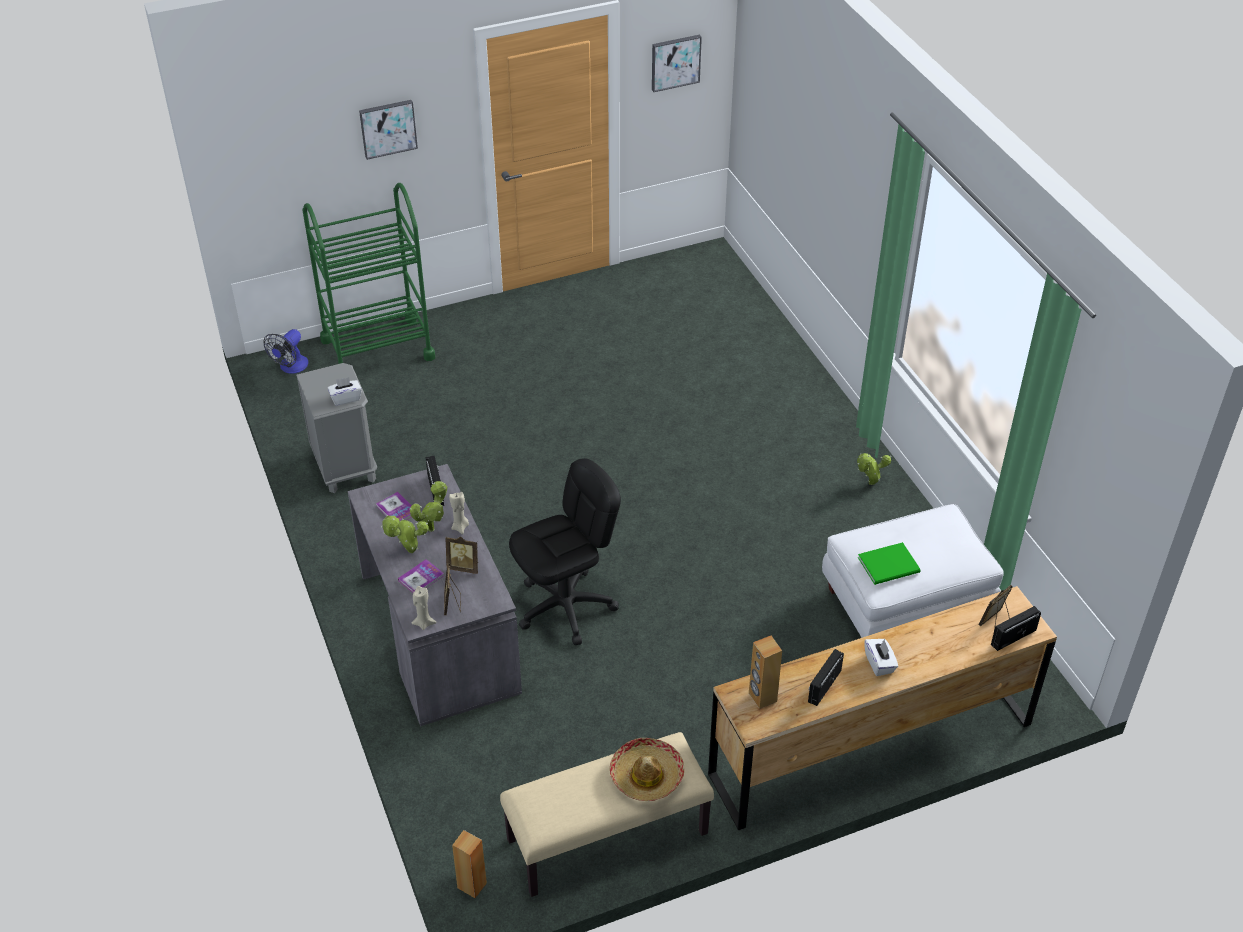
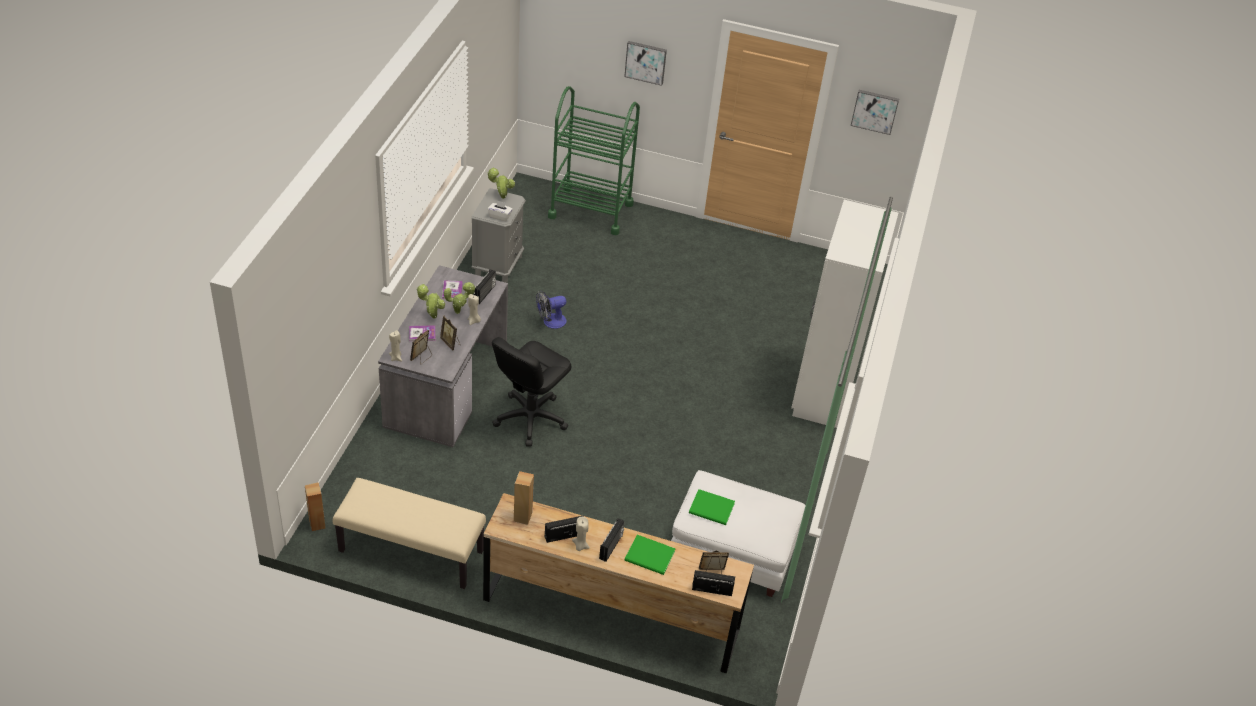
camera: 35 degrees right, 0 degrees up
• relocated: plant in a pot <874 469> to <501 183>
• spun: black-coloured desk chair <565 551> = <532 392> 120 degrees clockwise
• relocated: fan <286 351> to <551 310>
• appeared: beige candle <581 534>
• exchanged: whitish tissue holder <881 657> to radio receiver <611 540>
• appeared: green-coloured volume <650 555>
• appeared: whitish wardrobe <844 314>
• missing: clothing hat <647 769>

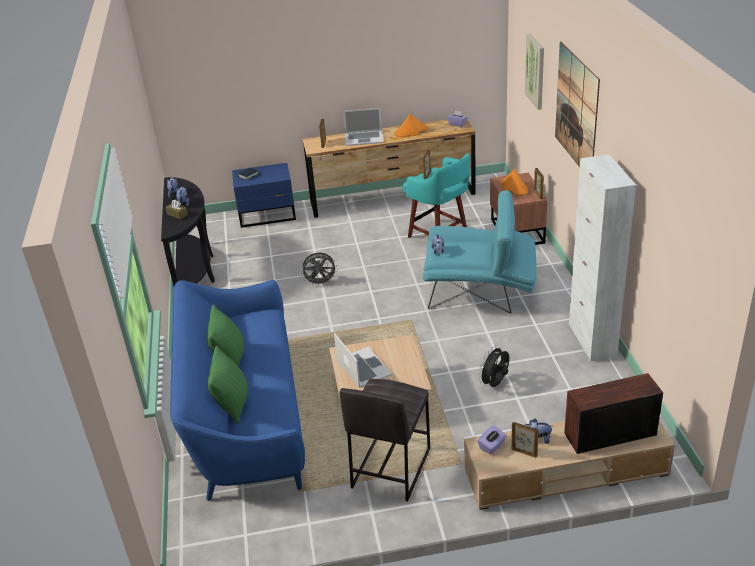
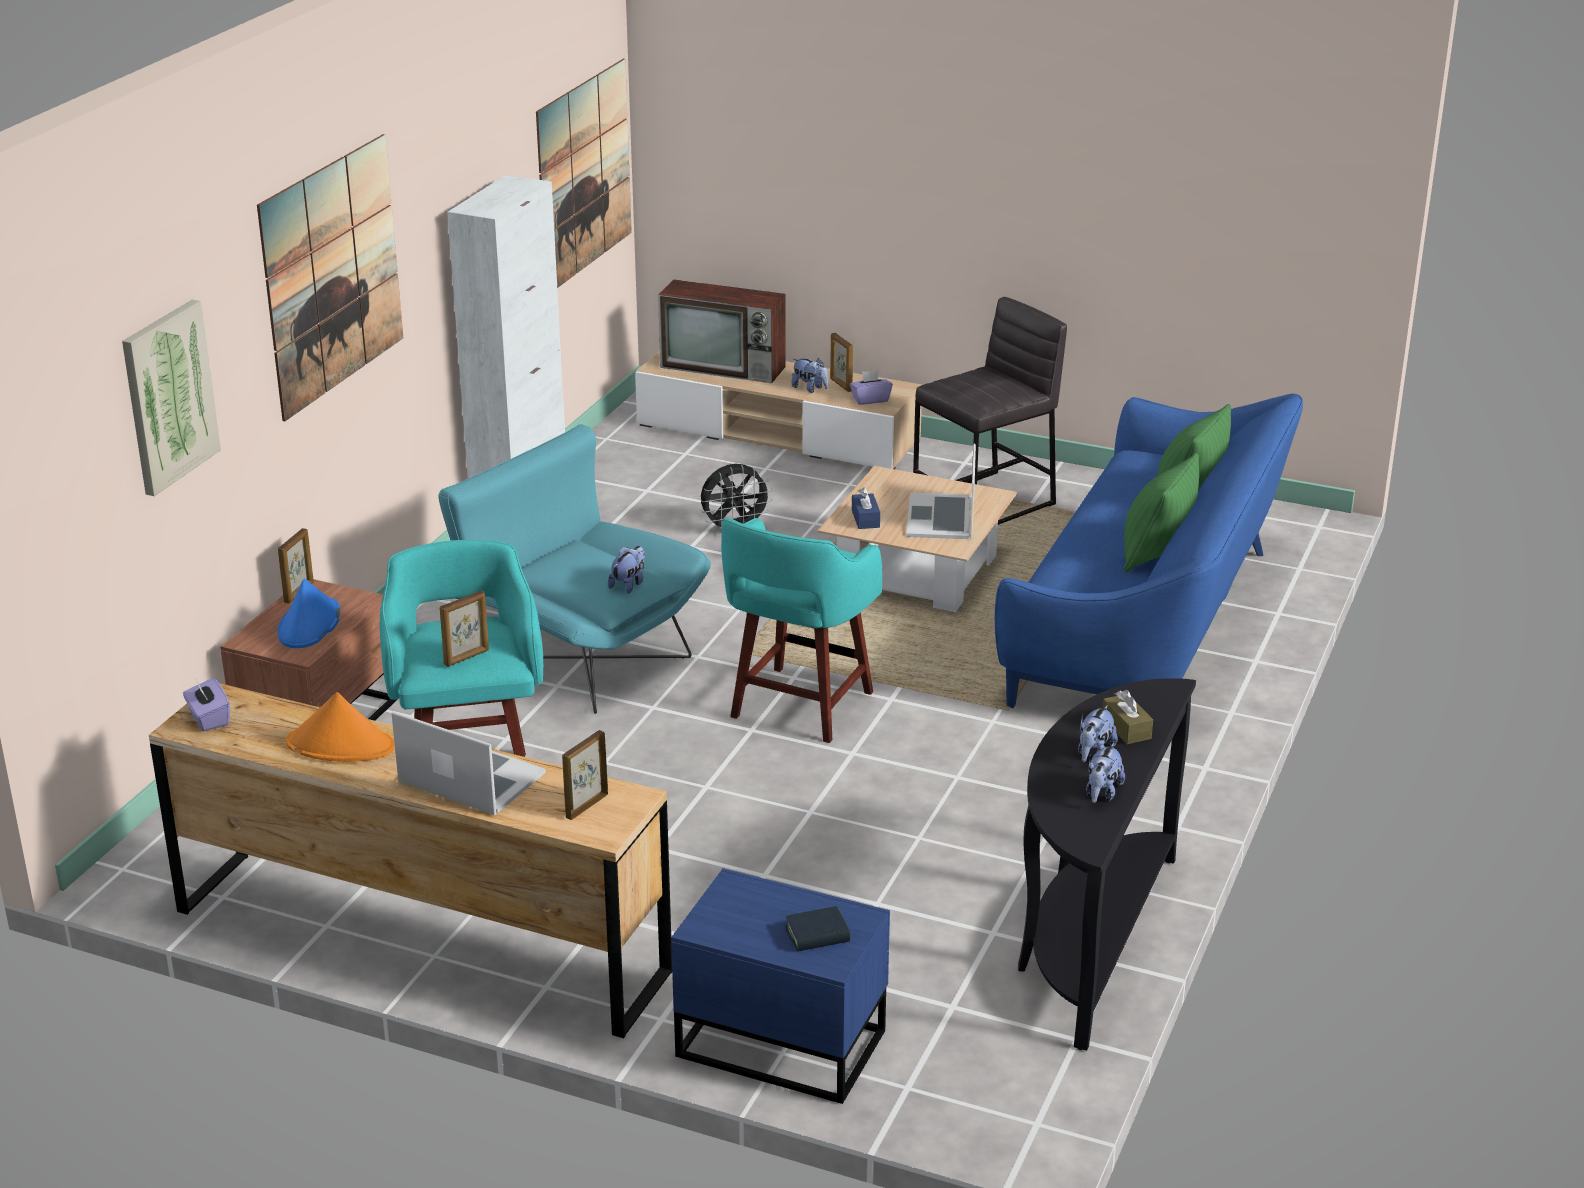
camera: 150 degrees left, 5 degrees down
• colour: orange clothing hat <514 182> to bluish clothing hat <309 613>
• appeared: wall art <584 173>
• appeared: turquoise-coloured stool seat <801 630>
• appeared: bluish tissue holder <866 508>
• missing: greyish fan <319 269>

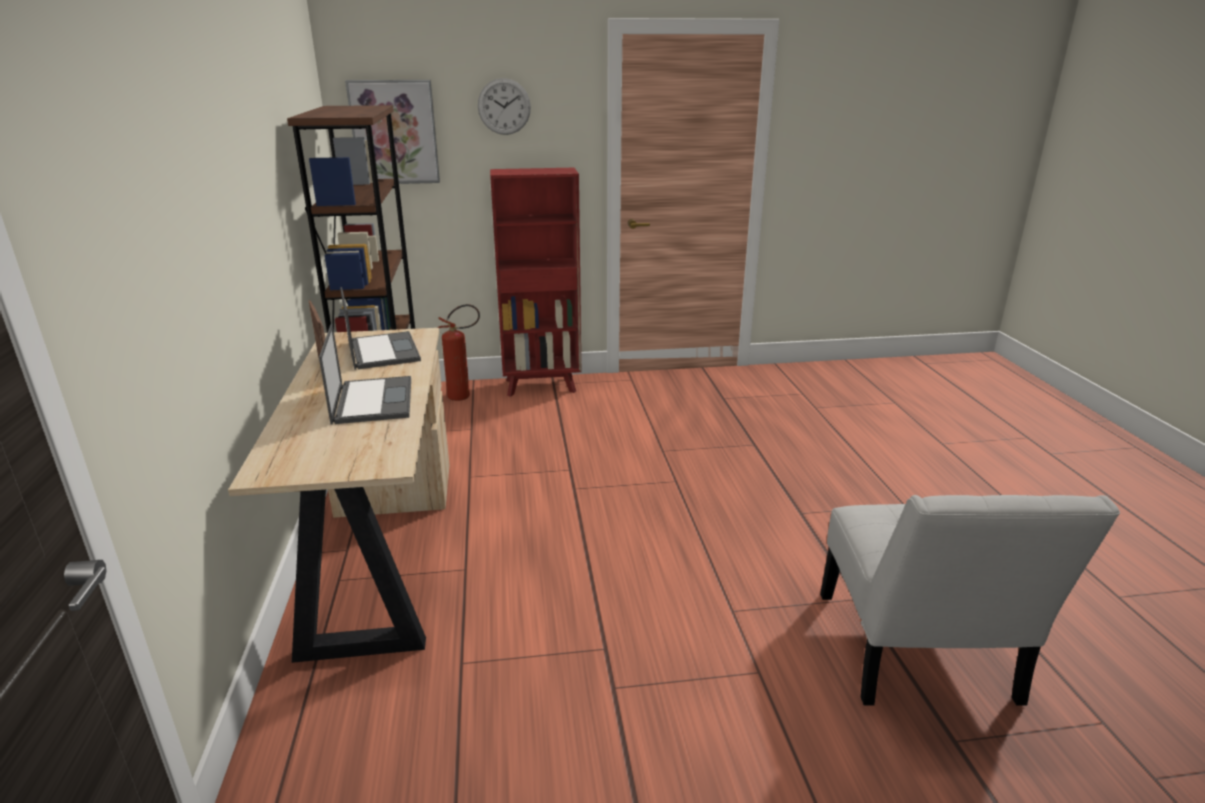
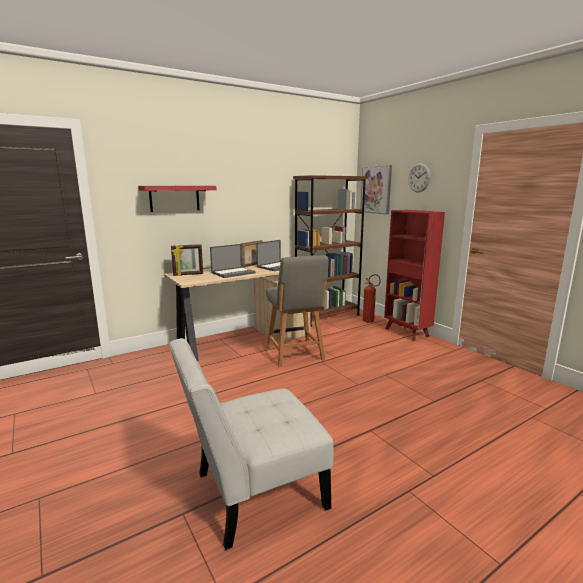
camera: 65 degrees right, 10 degrees down
• appeared: reddish bracket shelf <177 199>
• appeared: photo frame <187 260>
• appeared: greyish upright chair <297 311>

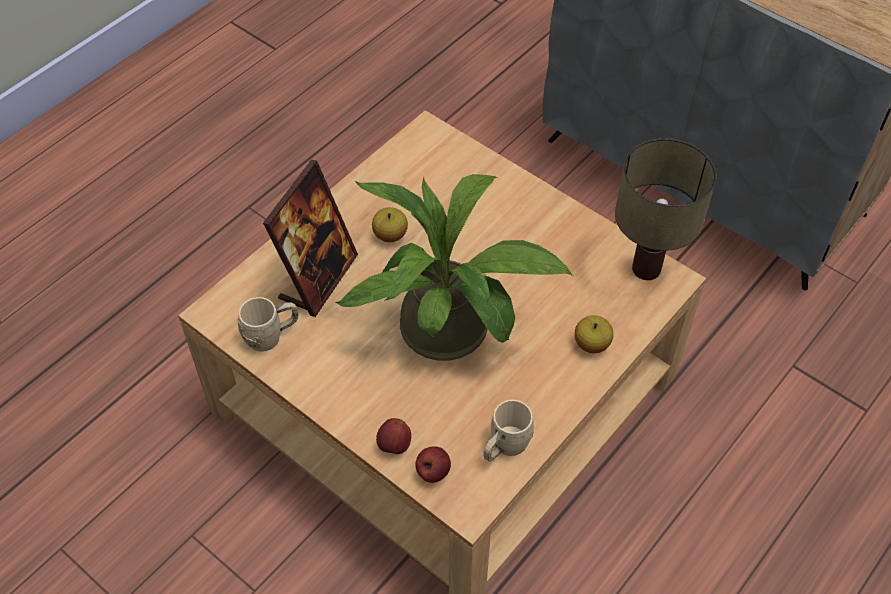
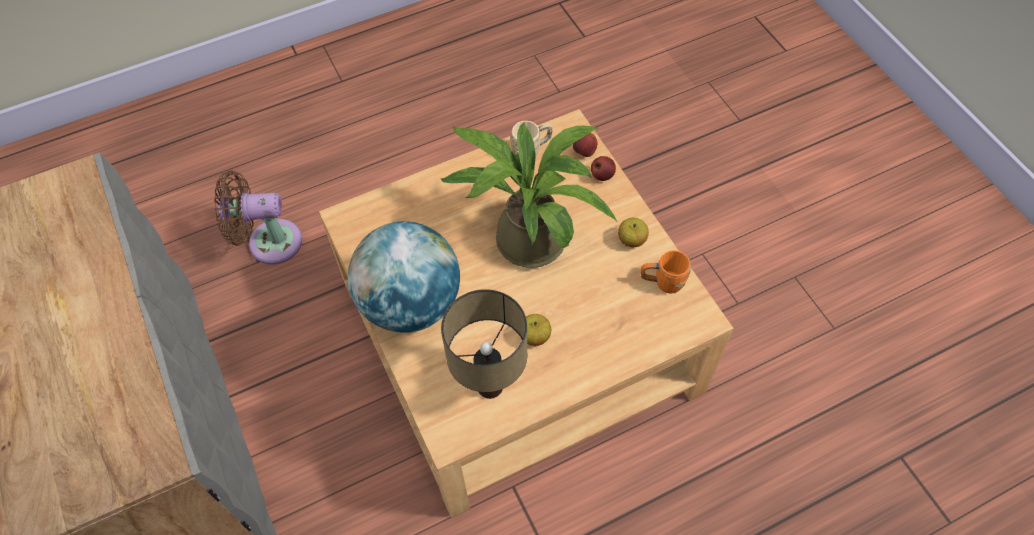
camera: 155 degrees left, 5 degrees up
• appeared: brownish fan <258 217>
• appeared: world globe <404 277>
• relocated: table lamp <665 209> to <484 344>
• relocated: apple fruit <594 334> to <633 232>
• colour: beige tea mug <268 324> to orange tea mug <666 272>
• missing: photo frame <310 238>

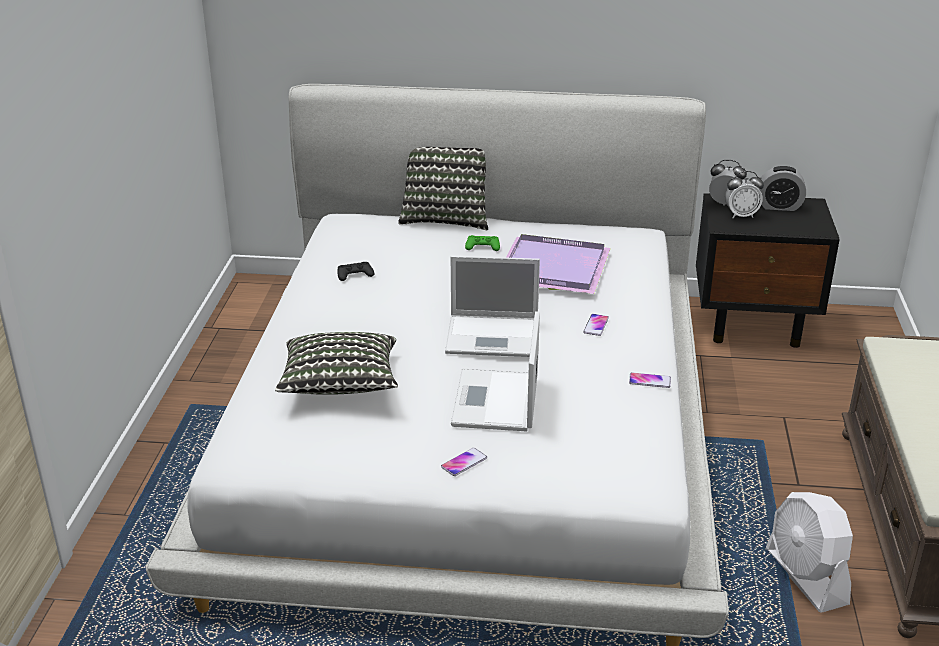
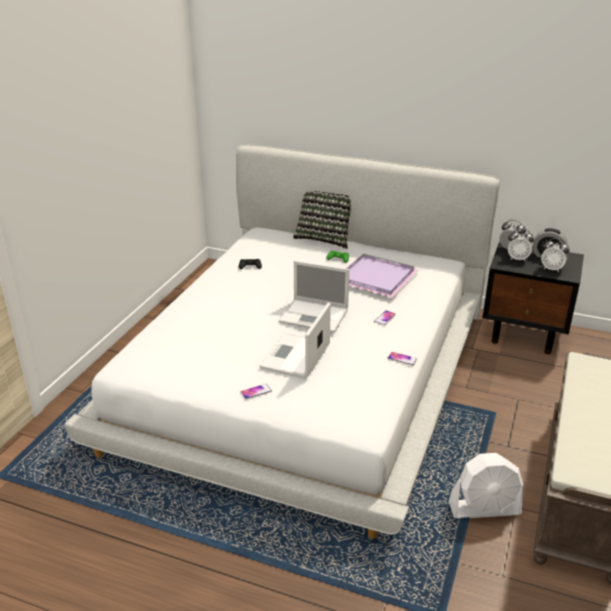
camera: 15 degrees right, 0 degrees up
• spun: whitish fan <809 552> = <486 485> 90 degrees counterclockwise
• appeared: bedside clock <555 255>
• missing: throw pillow <336 363>

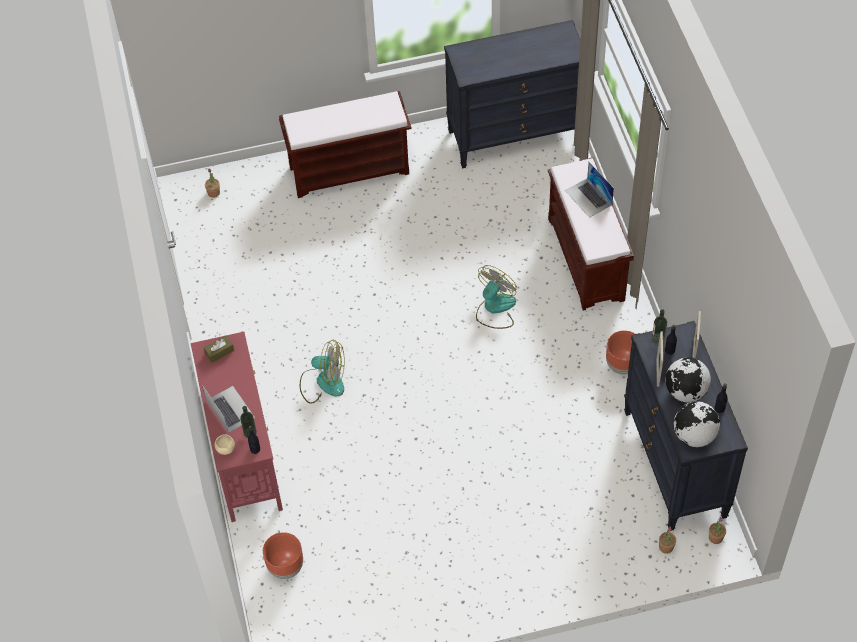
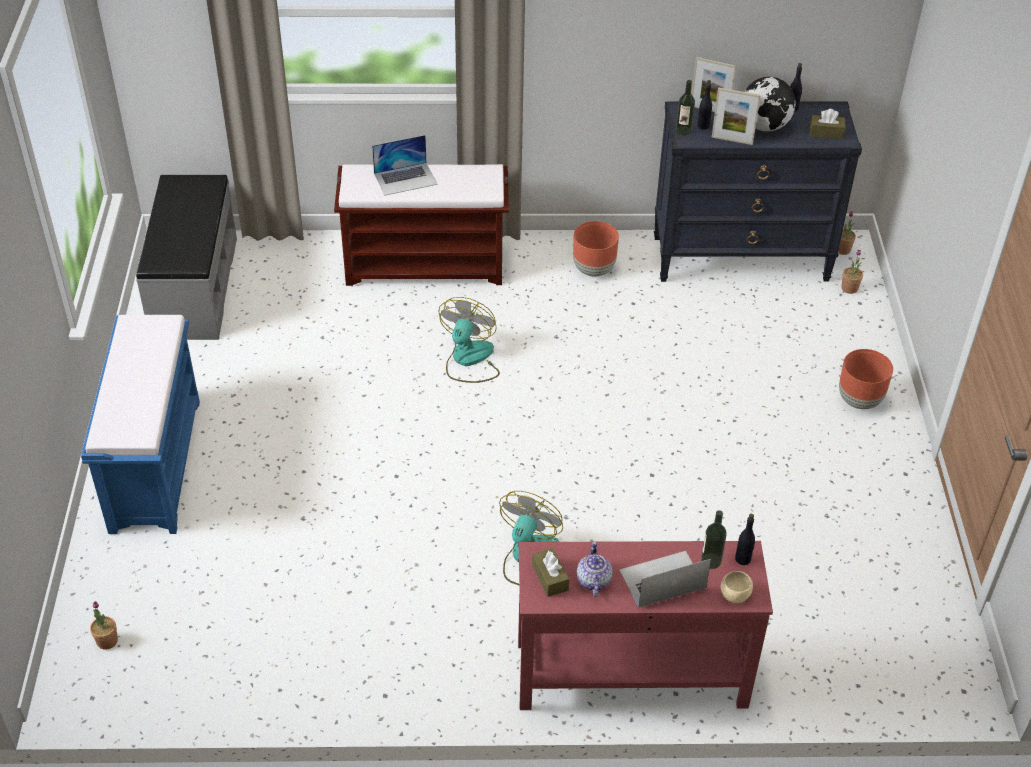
camera: 80 degrees left, 10 degrees down
• colour: brownish bench <345 144> to bluish bench <140 424>
• exchanged: black-coloured drawer chest <512 94> to greyish bench <186 257>
• spun: fan <496 297> = <469 340> 60 degrees clockwise
• appeared: tea pot <594 569>
• exchanged: world globe <697 424> to brownish tissue holder <828 124>
• relocated: brownish planter <283 555> to <866 379>

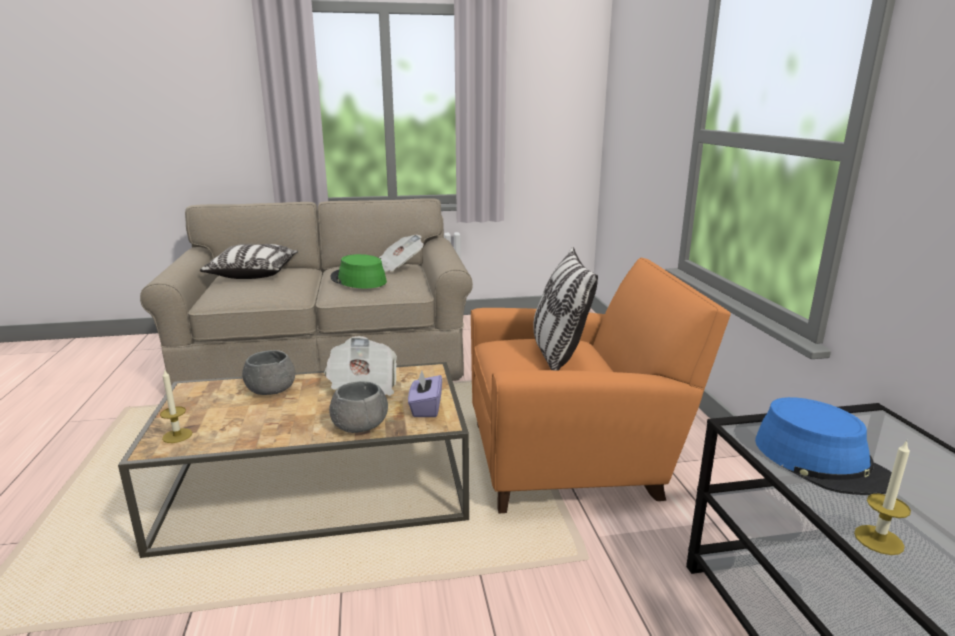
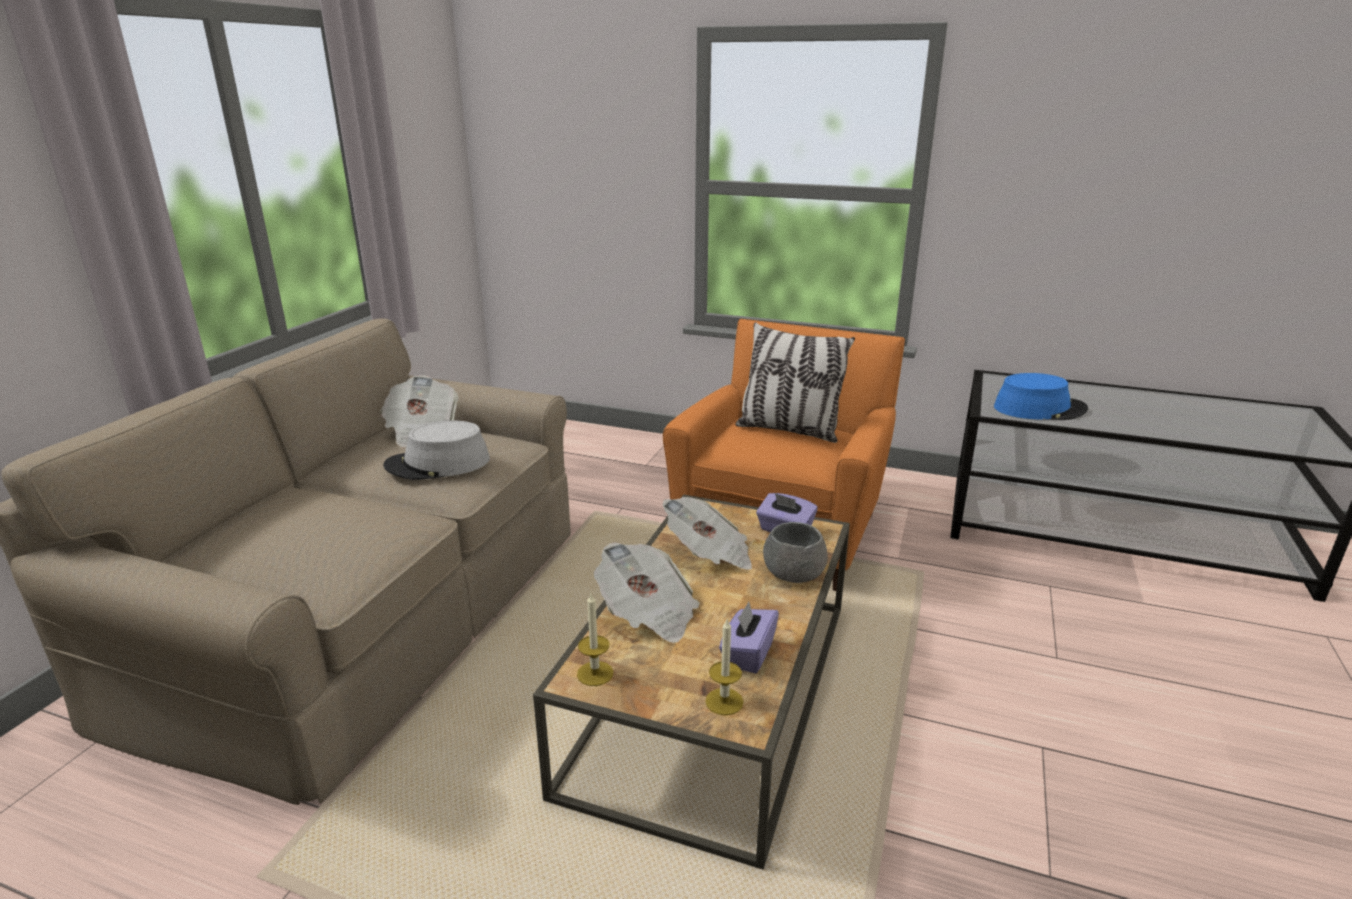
camera: 60 degrees left, 5 degrees up
• colour: green-coloured clothing hat <359 271> to greyish clothing hat <436 450>
• relocated: candle <882 497> to <595 640>
• exchanged: greyish bowl <268 372> to printed paper <647 592>
• appeared: purplish tissue holder <749 638>
• missing: throw pillow <249 261>

